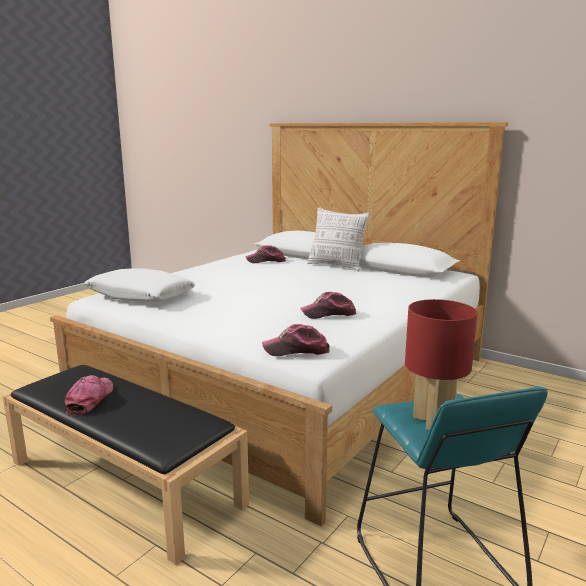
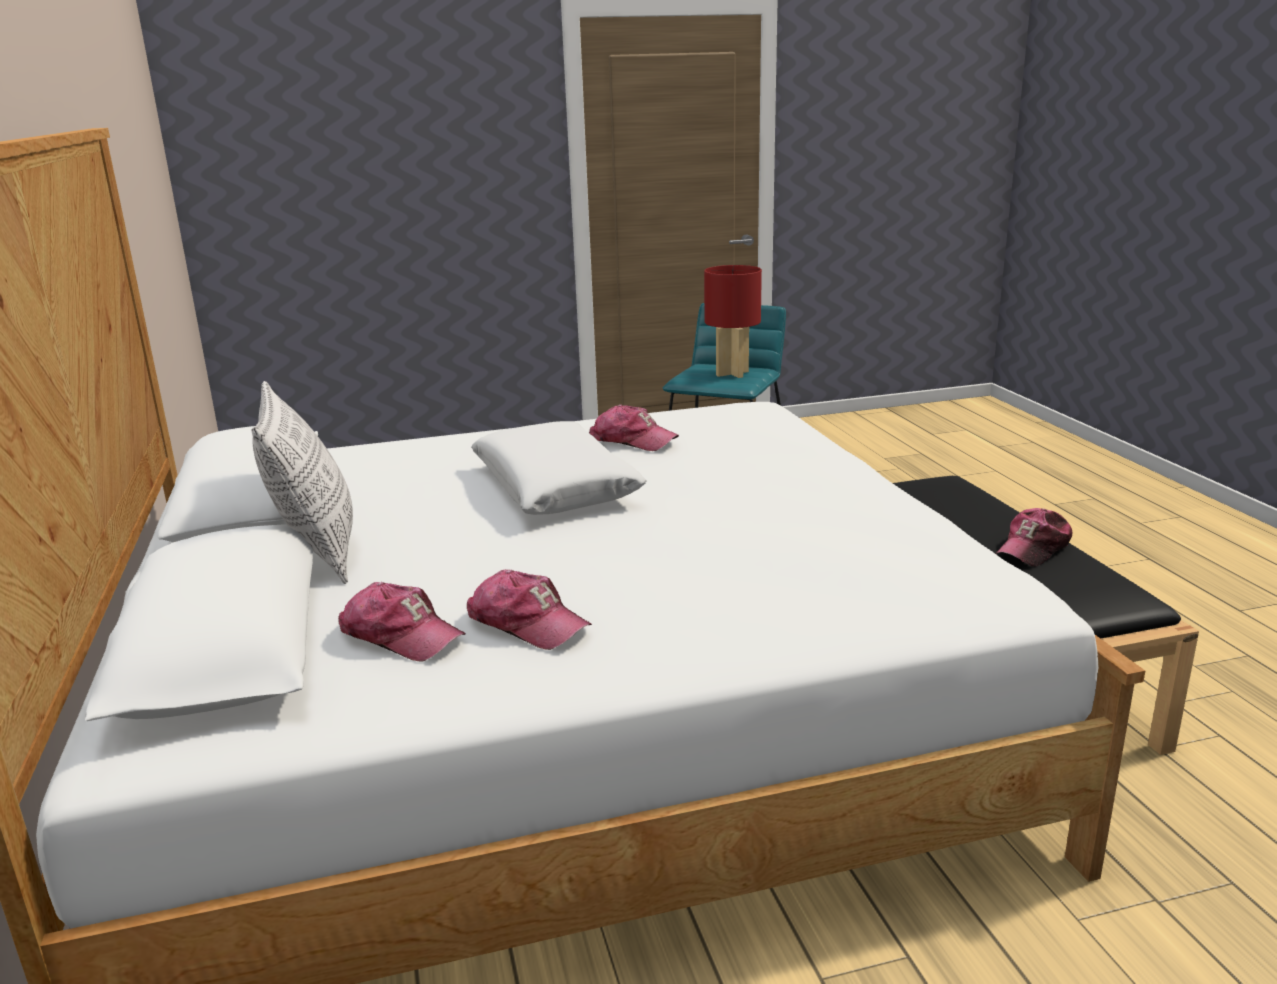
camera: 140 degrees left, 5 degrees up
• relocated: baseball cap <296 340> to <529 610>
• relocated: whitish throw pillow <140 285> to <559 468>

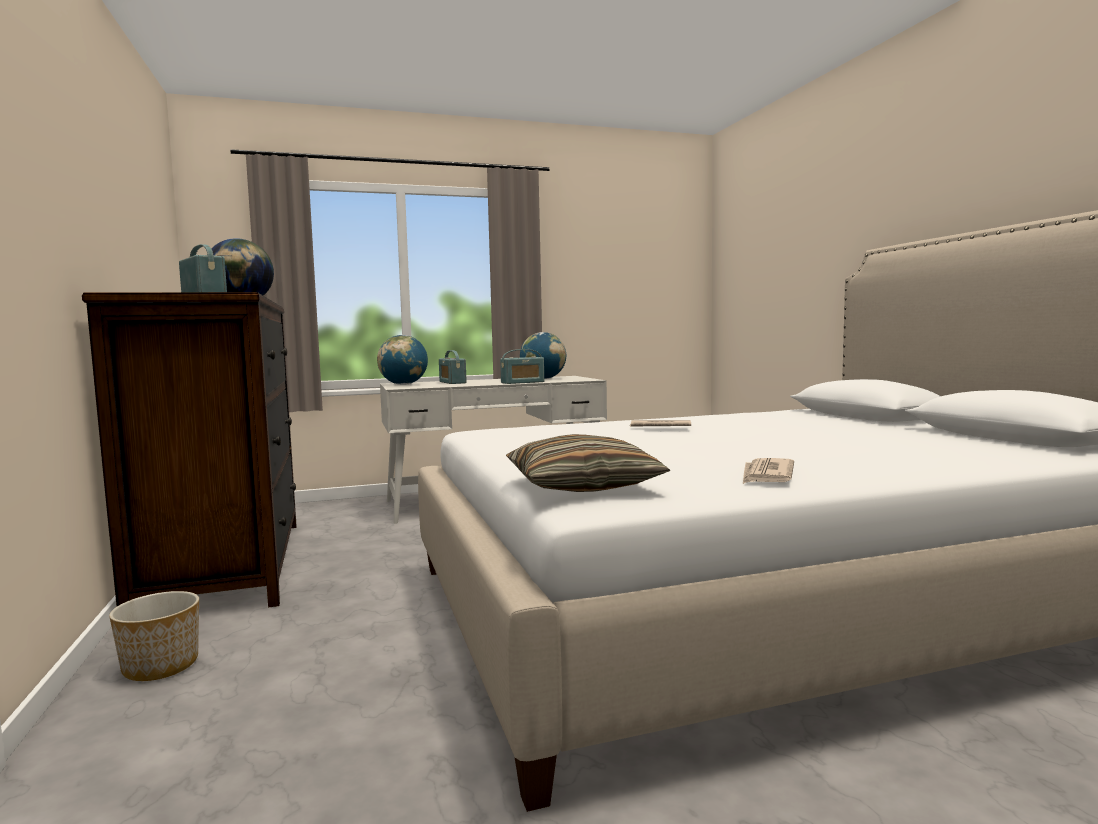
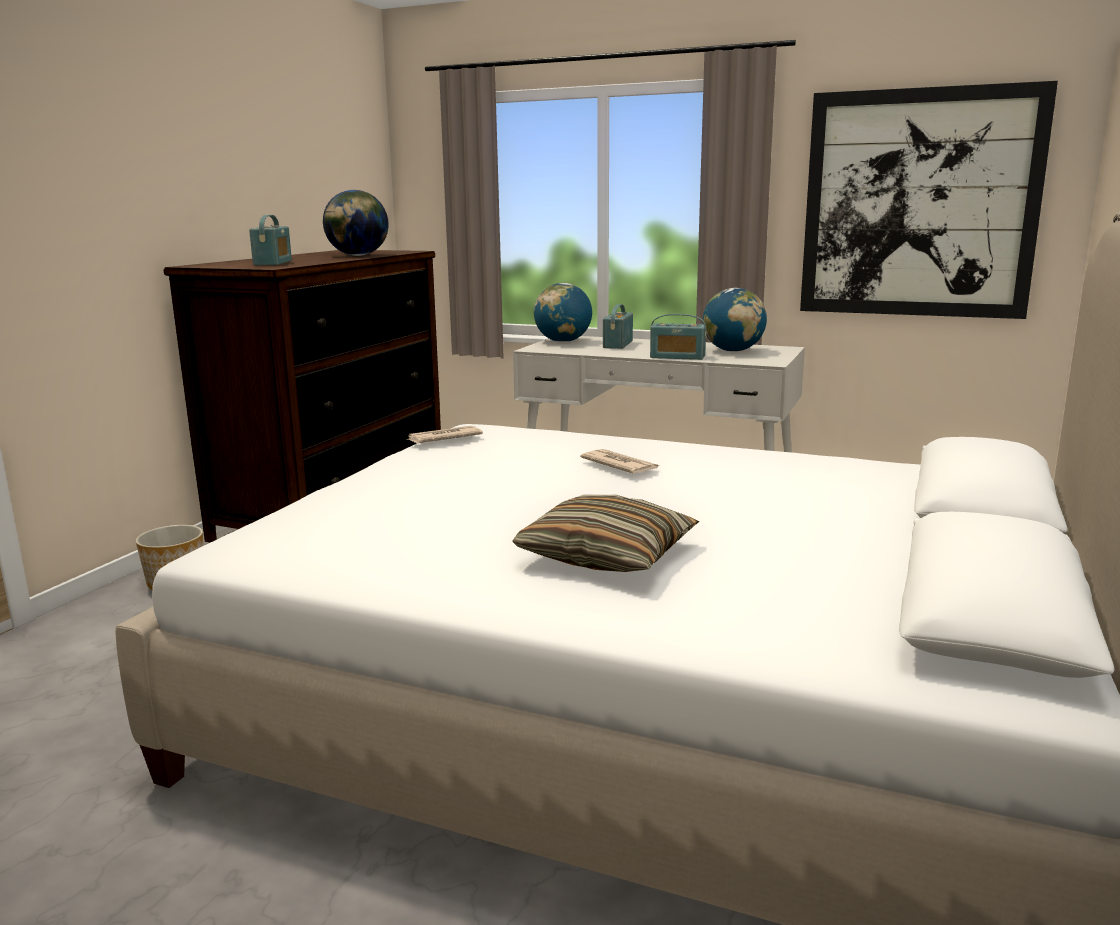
camera: 40 degrees right, 10 degrees up
• relocated: printed paper <768 471> to <444 434>
• relocated: throw pillow <588 463> to <605 533>
• appeared: wall art <929 200>

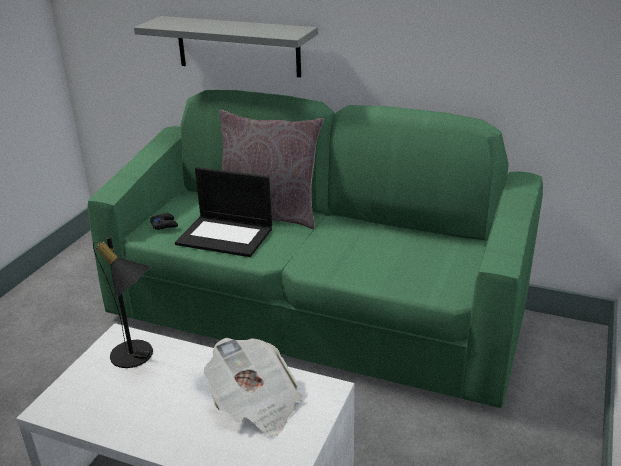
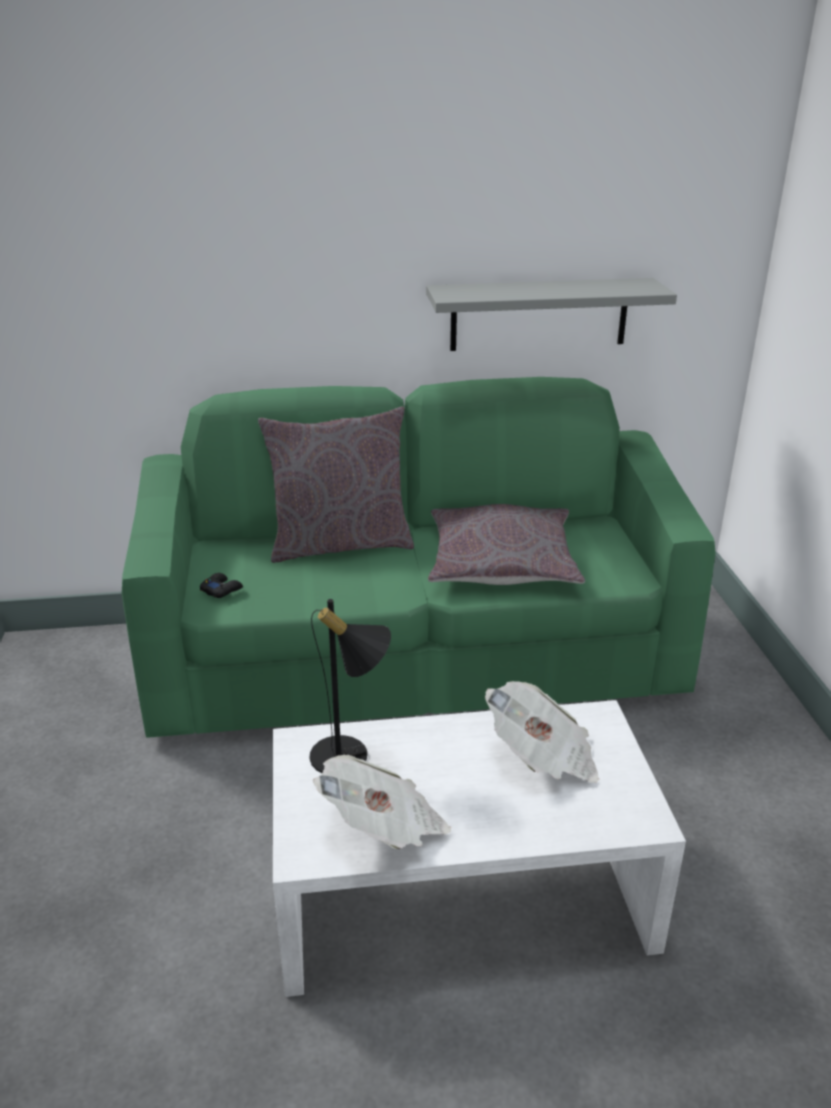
camera: 30 degrees left, 0 degrees up
• appeared: printed paper <382 802>
• relocated: greyish bracket shelf <226 47> to <551 314>
• appeared: greyish throw pillow <506 544>
• missing: portable computer <223 212>

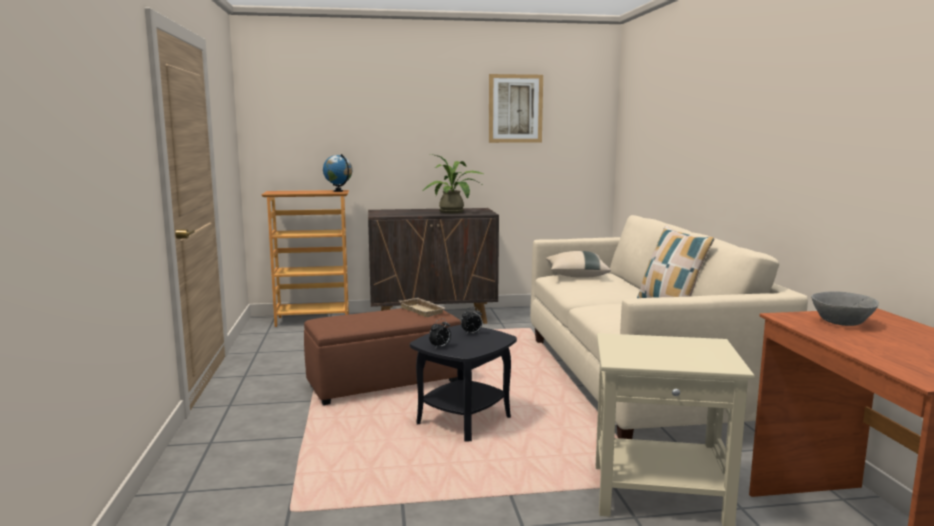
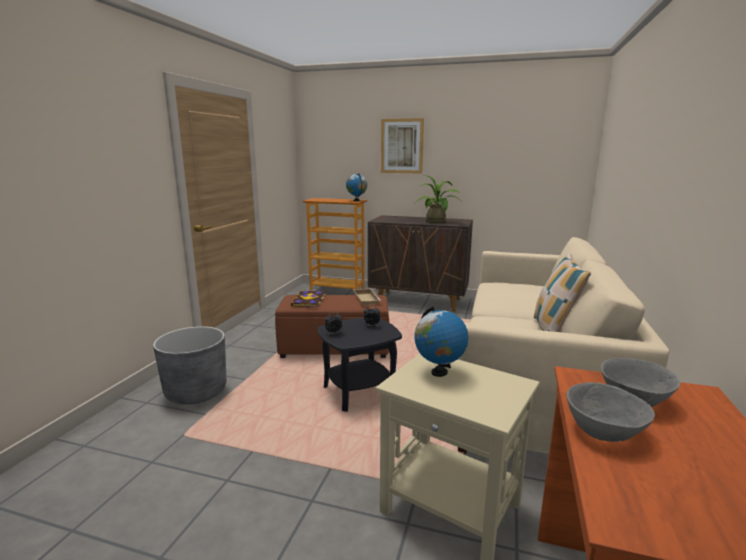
camera: 25 degrees right, 5 degrees up
• appeared: greyish planter <189 365>
• appeared: volume <308 298>
• relocated: wall art <516 108> to <402 146>
• appeared: world globe <441 341>
• appeared: greyish bowl <611 412>
• missing: beige throw pillow <578 264>

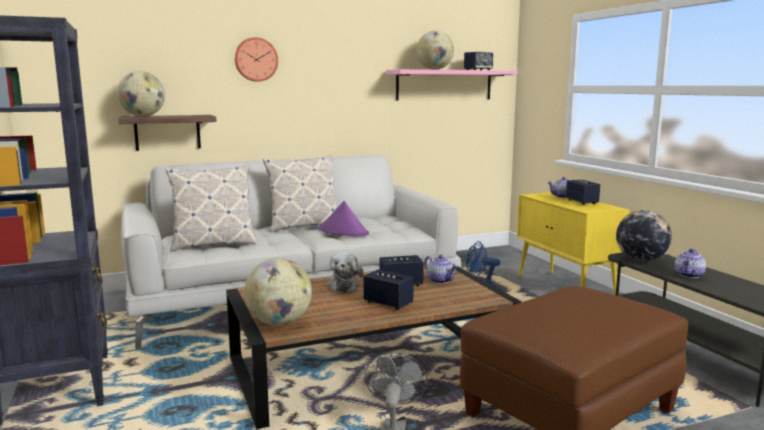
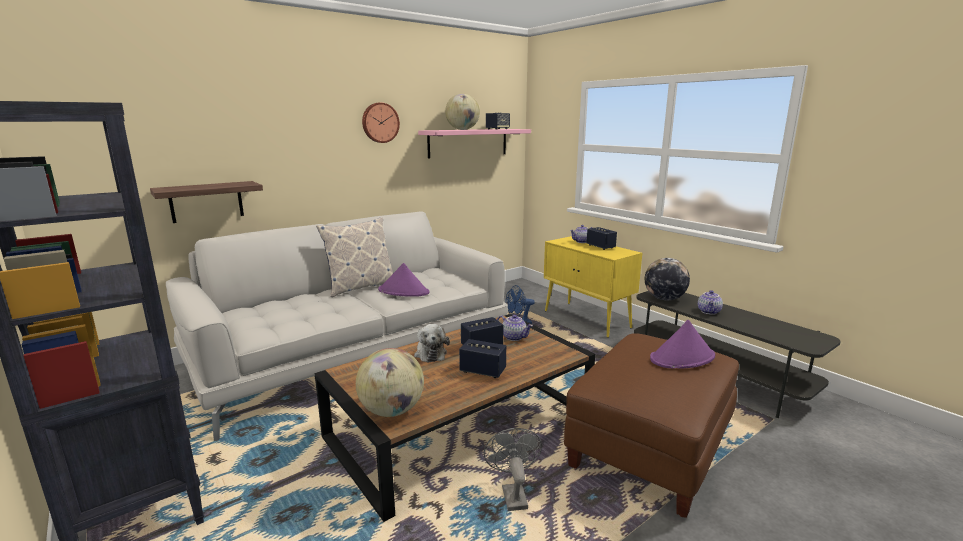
camera: 15 degrees left, 5 degrees up
• relocated: hanging clock <256 59> to <381 122>
• appeared: purplish clothing hat <682 344>
• missing: world globe <141 94>
• missing: throw pillow <211 208>

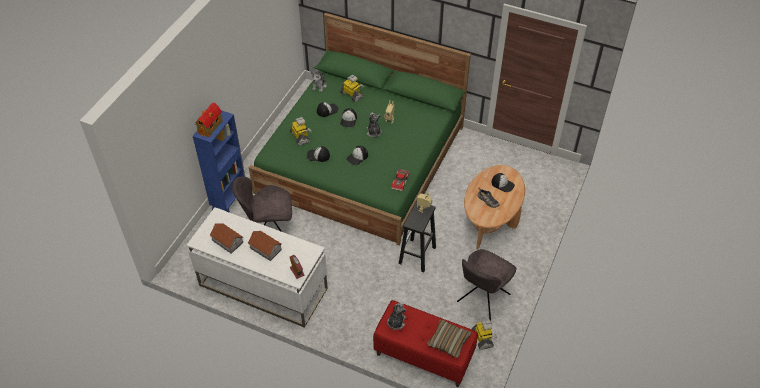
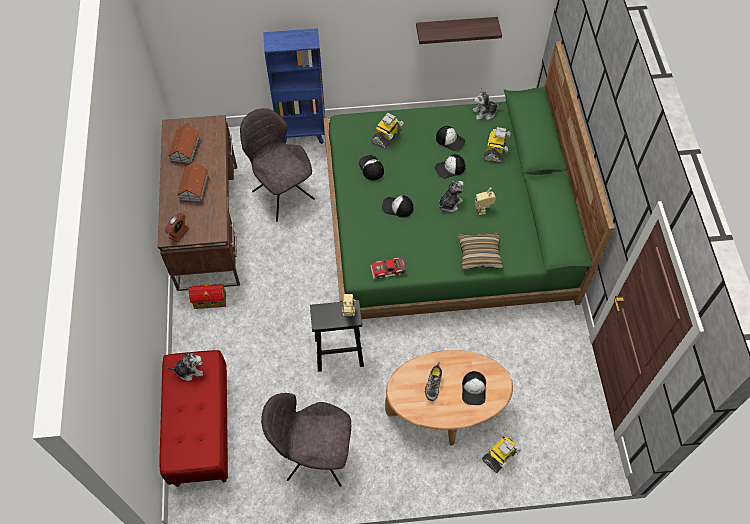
camera: 60 degrees right, 10 degrees up
• colour: whitish desk unit <257 267> to brownish desk unit <199 203>
• relocated: miniature house <209 119> to <207 296>
• appeared: bracket shelf <459 30>
• relocated: throw pillow <449 338> to <480 251>
• relocated: toy robot <484 335> to <502 455>

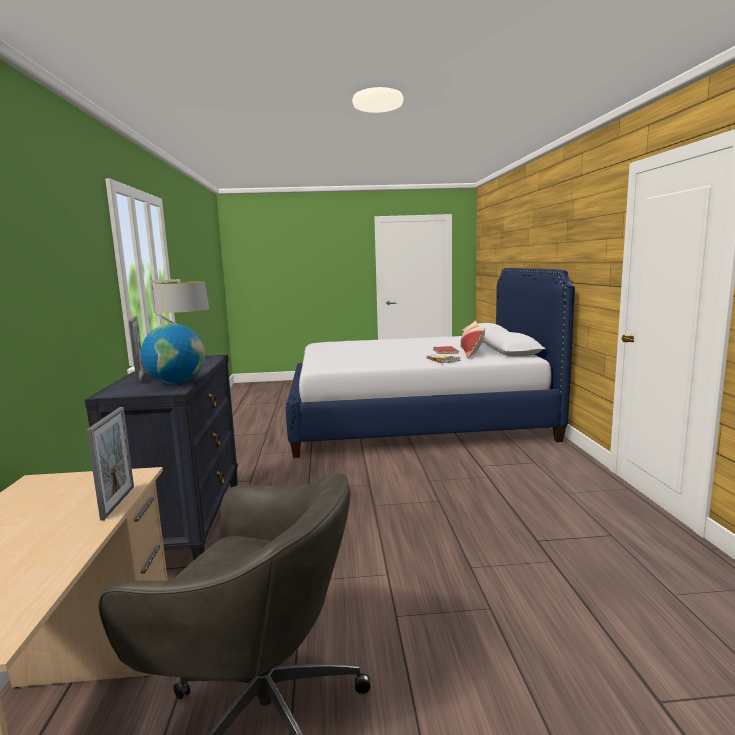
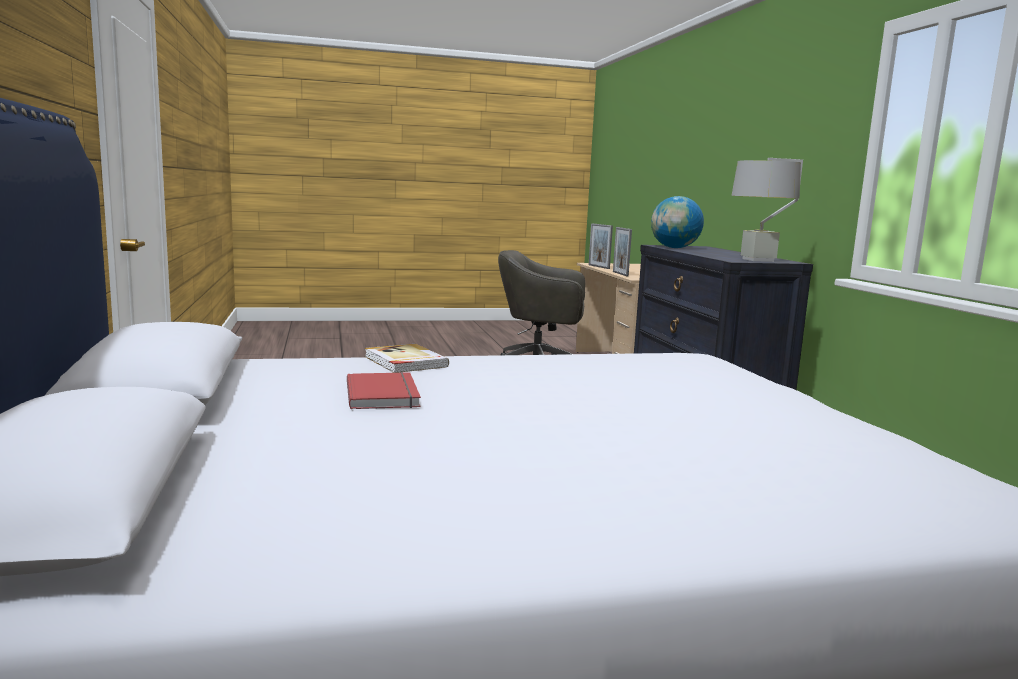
camera: 170 degrees right, 0 degrees up
• relocated: photo frame <136 350> to <601 246>
• missing: throw pillow <472 340>

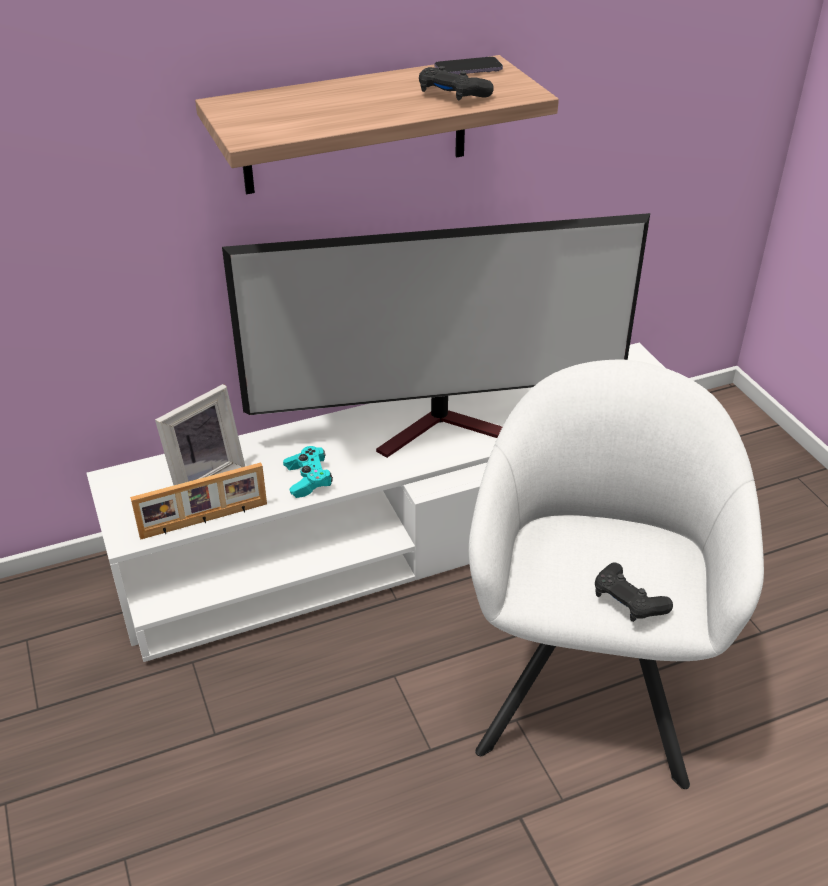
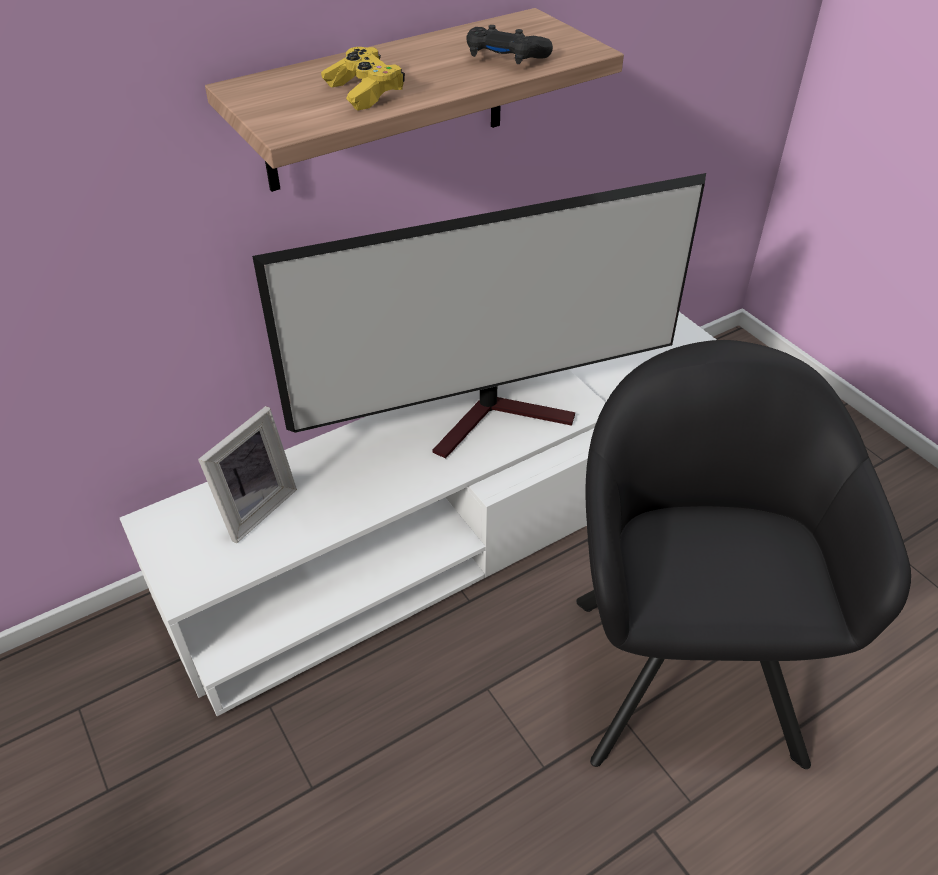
camera: 10 degrees left, 5 degrees up
• appeared: yellowish joypad <363 79>
• colour: whitish armchair <616 574> to black-coloured armchair <743 554>
• missing: photo frame <198 501>
• missing: turquoise-coloured joypad <308 472>
• missing: handset <468 66>
• missing: black-coloured joypad <634 592>

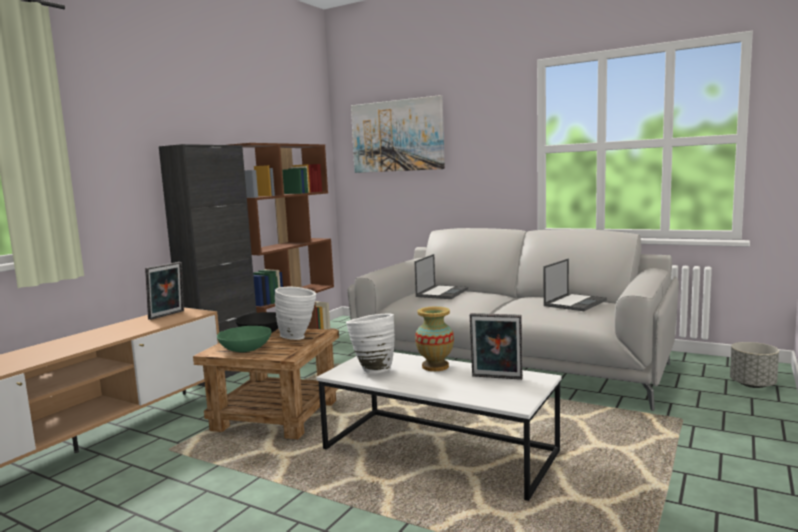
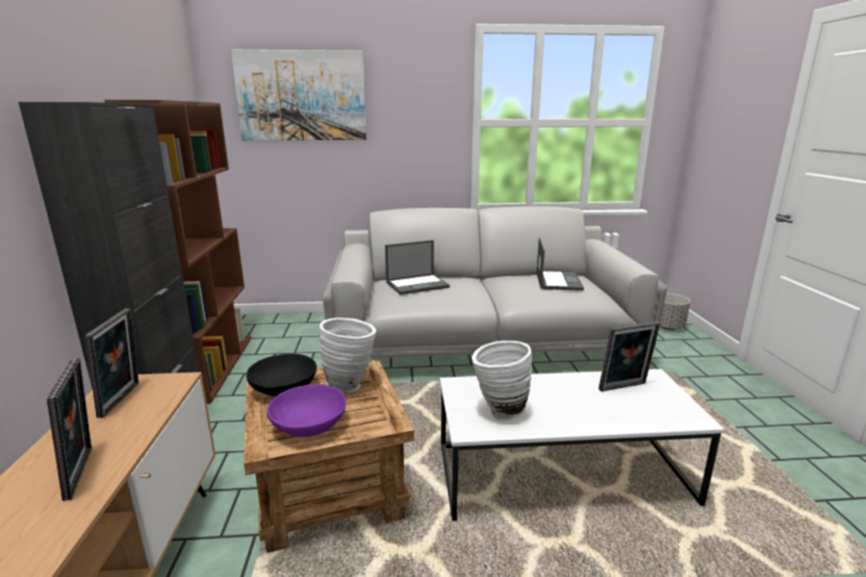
camera: 35 degrees left, 10 degrees up
• appeared: photo frame <69 429>
• colour: green-coloured bowl <244 339> to purplish bowl <306 410>
• spun: portable computer <441 276> = <417 267> 75 degrees clockwise
• missing: flower vase <434 339>

